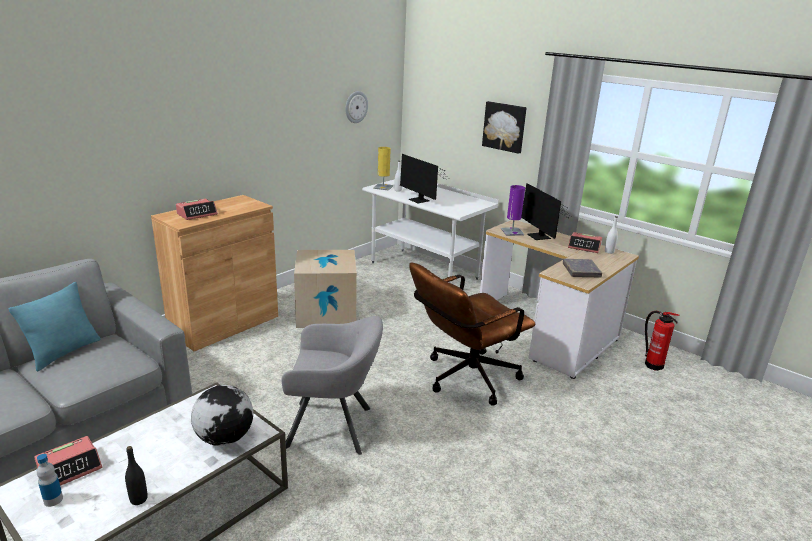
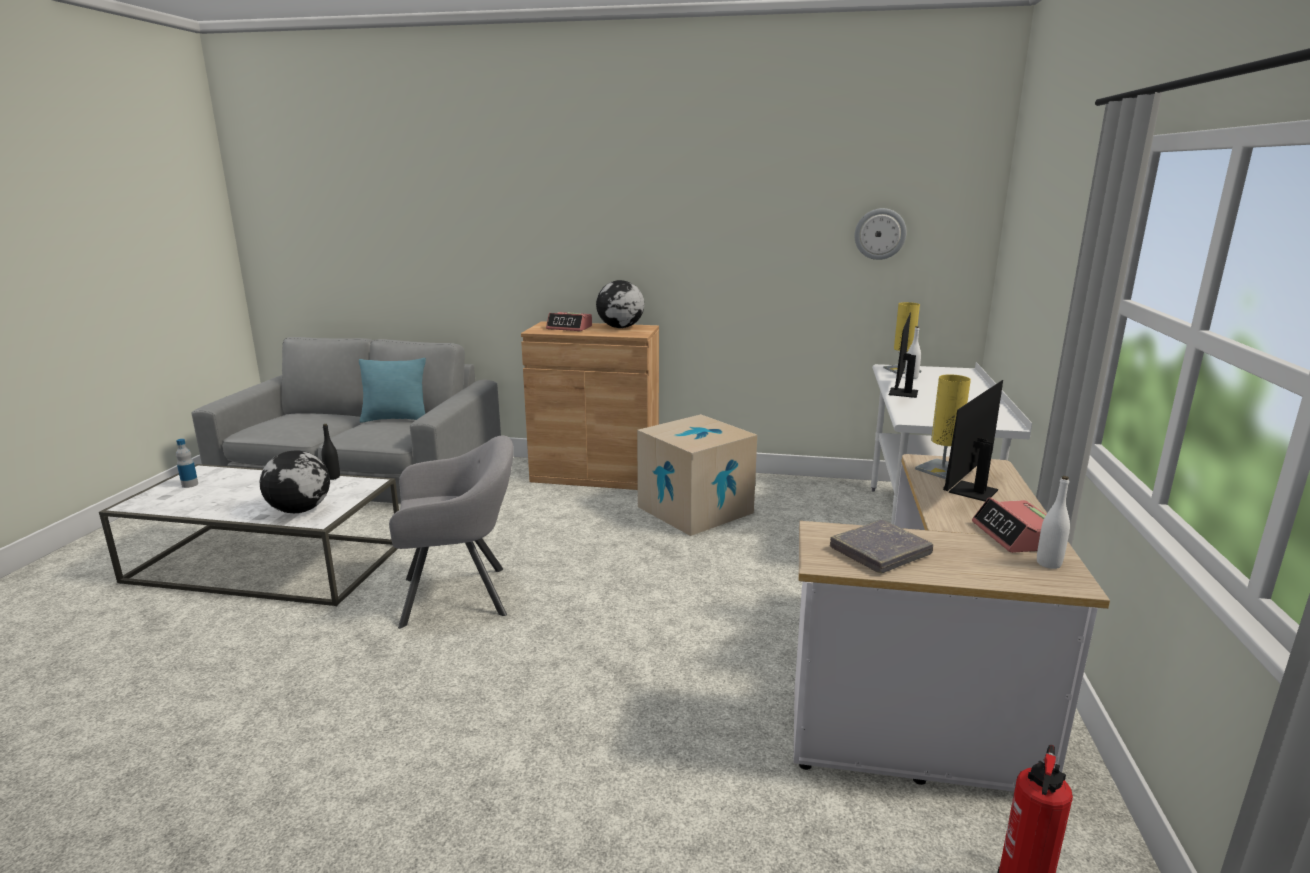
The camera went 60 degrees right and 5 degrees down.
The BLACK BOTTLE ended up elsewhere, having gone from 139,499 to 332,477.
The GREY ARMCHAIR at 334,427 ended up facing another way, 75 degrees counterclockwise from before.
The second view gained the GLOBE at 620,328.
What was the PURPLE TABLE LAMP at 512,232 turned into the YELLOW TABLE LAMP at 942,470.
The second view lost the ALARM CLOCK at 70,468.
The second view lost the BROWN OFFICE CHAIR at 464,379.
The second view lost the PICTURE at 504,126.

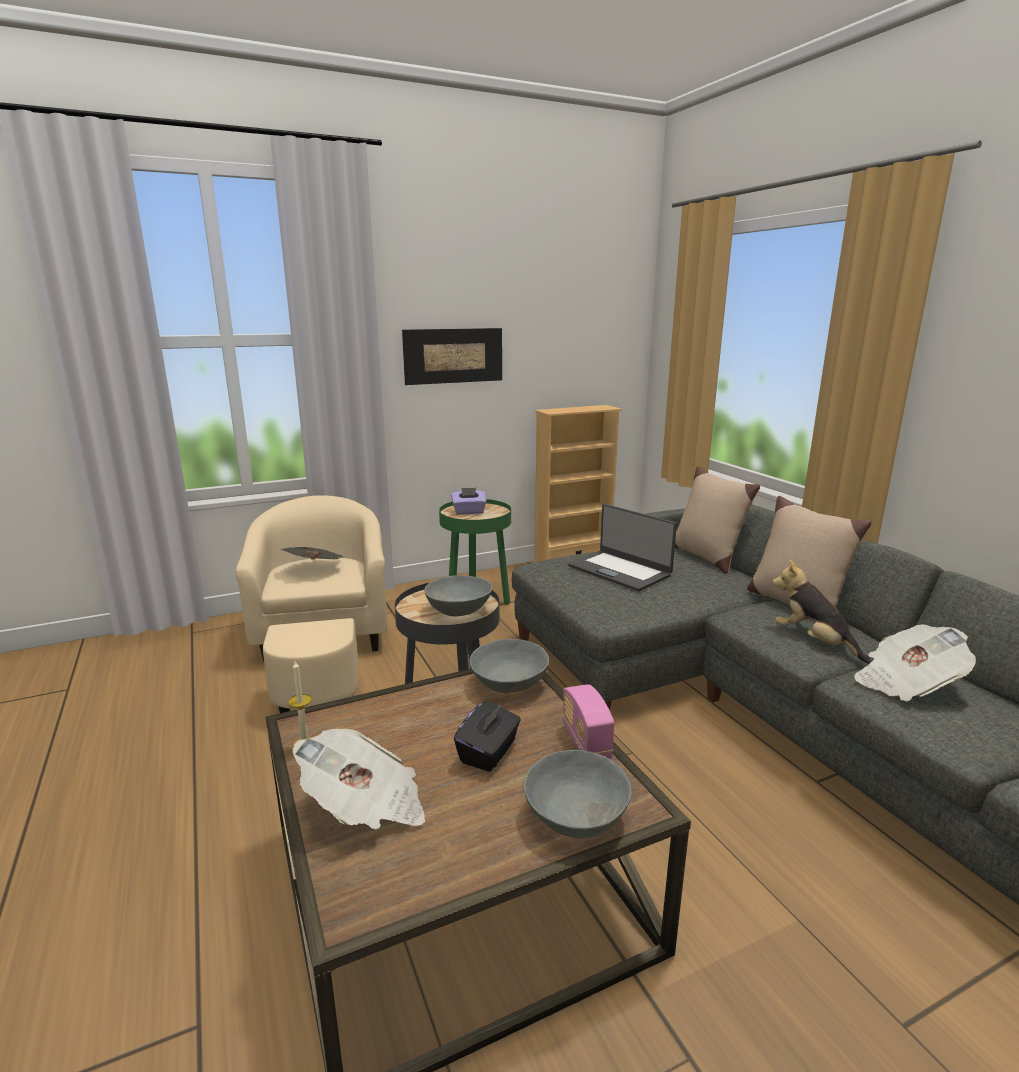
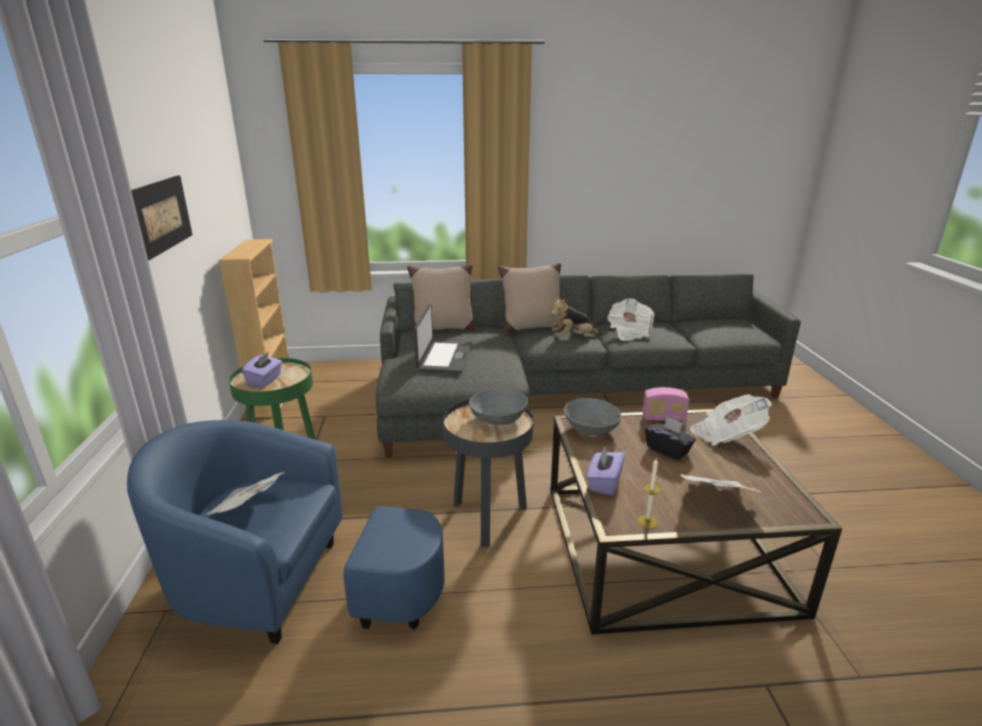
The camera went 70 degrees left and 5 degrees up.
What was the BEIGE ARMCHAIR at 323,649 turned into the BLUE ARMCHAIR at 291,587.
The LAPTOP at 620,570 ended up facing another way, 60 degrees counterclockwise from before.
The second view gained the PURPLE TISSUE BOX at 604,483.
Where the GREY BOWL stood at 575,815, the NEWSPAPER came to stand at 726,435.

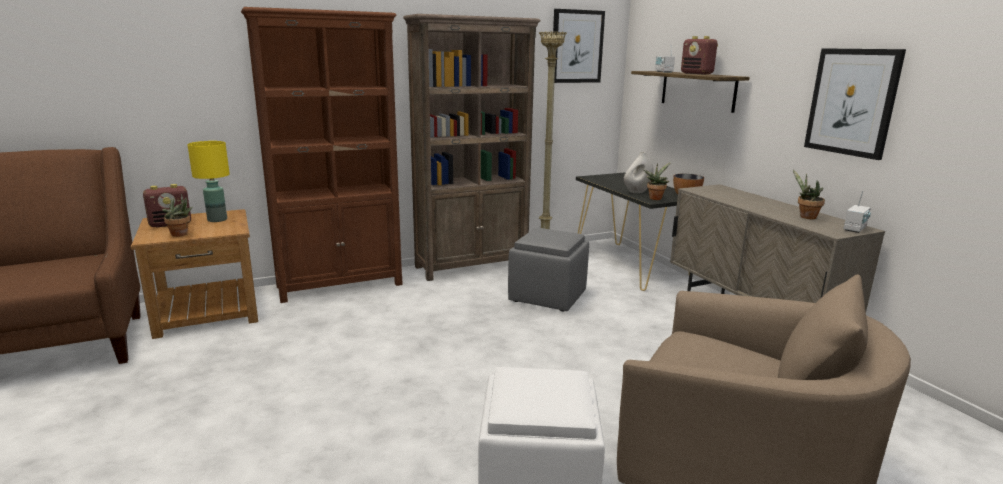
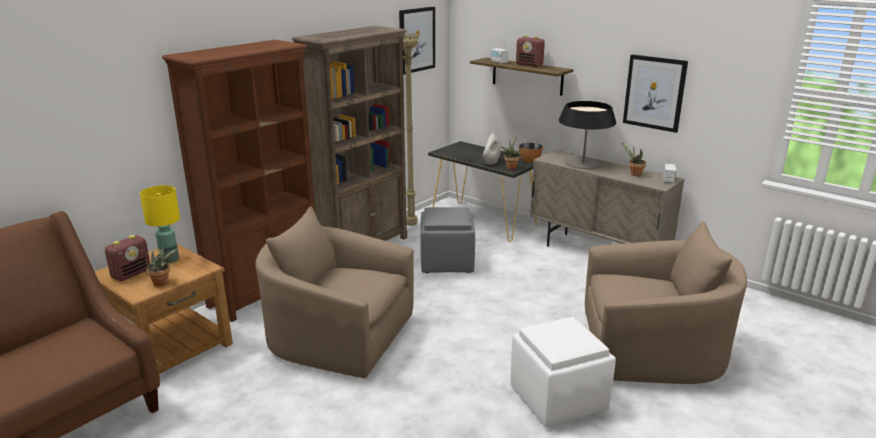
The camera went 25 degrees left and 5 degrees up.
The second view gained the BEIGE ARMCHAIR at 337,337.
The second view gained the TABLE LAMP at 583,163.

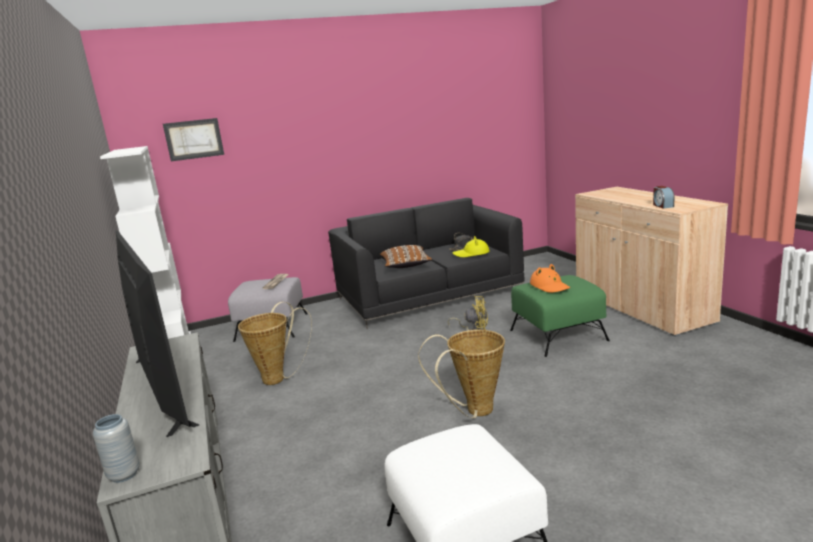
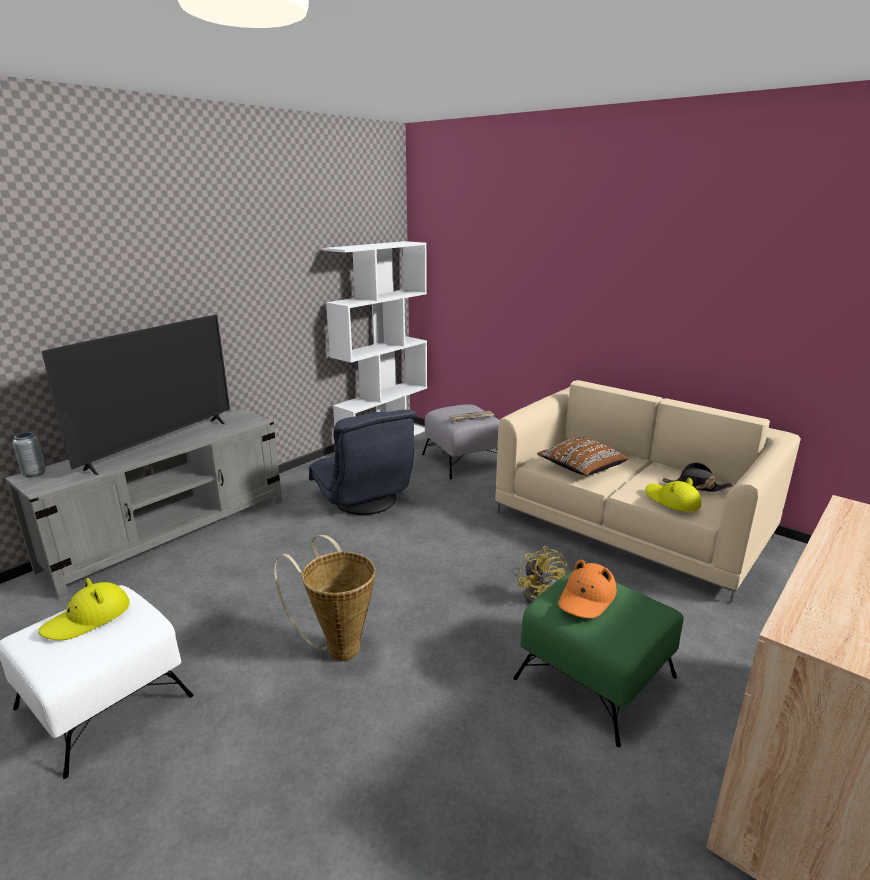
The camera went 60 degrees right and 5 degrees up.
The second view gained the YELLOW HAT at 88,618.
Where the BASKET stood at 278,378, the GREY ARMCHAIR came to stand at 364,501.
What was the BLACK SOFA at 428,295 turned into the BEIGE SOFA at 631,524.
The second view lost the PICTURE at 194,139.
The second view lost the ALARM CLOCK at 662,206.

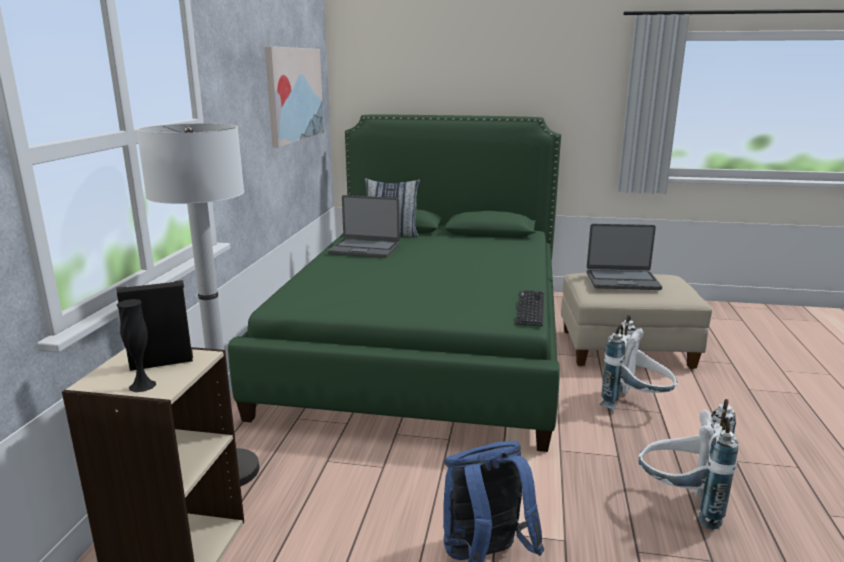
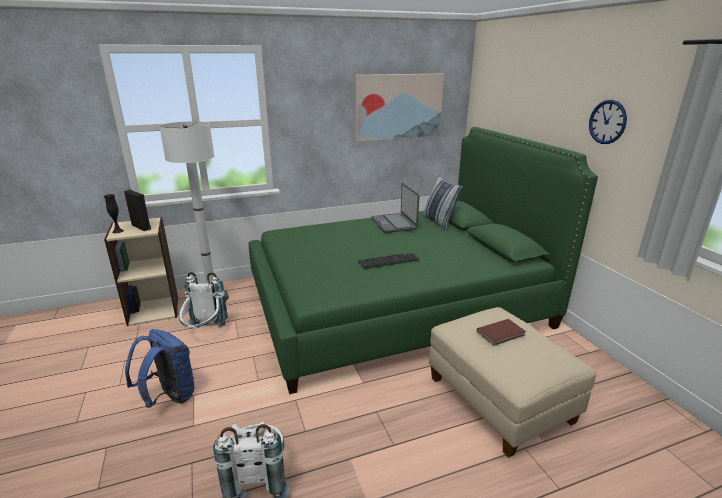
The camera went 60 degrees right and 5 degrees up.
The WHITE BACKPACK ended up elsewhere, having gone from 635,405 to 204,332.
The KEYBOARD ended up elsewhere, having gone from 530,309 to 388,261.
Where the LAPTOP stood at 622,281, the BROWN BOOK came to stand at 502,333.
The second view gained the WALL CLOCK at 607,122.

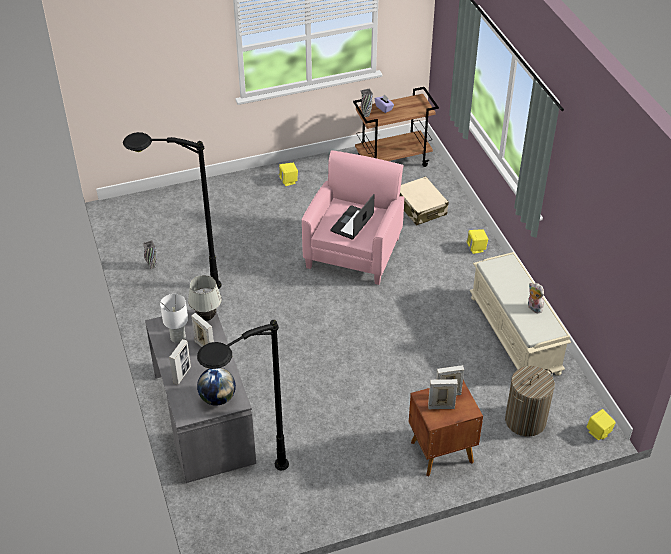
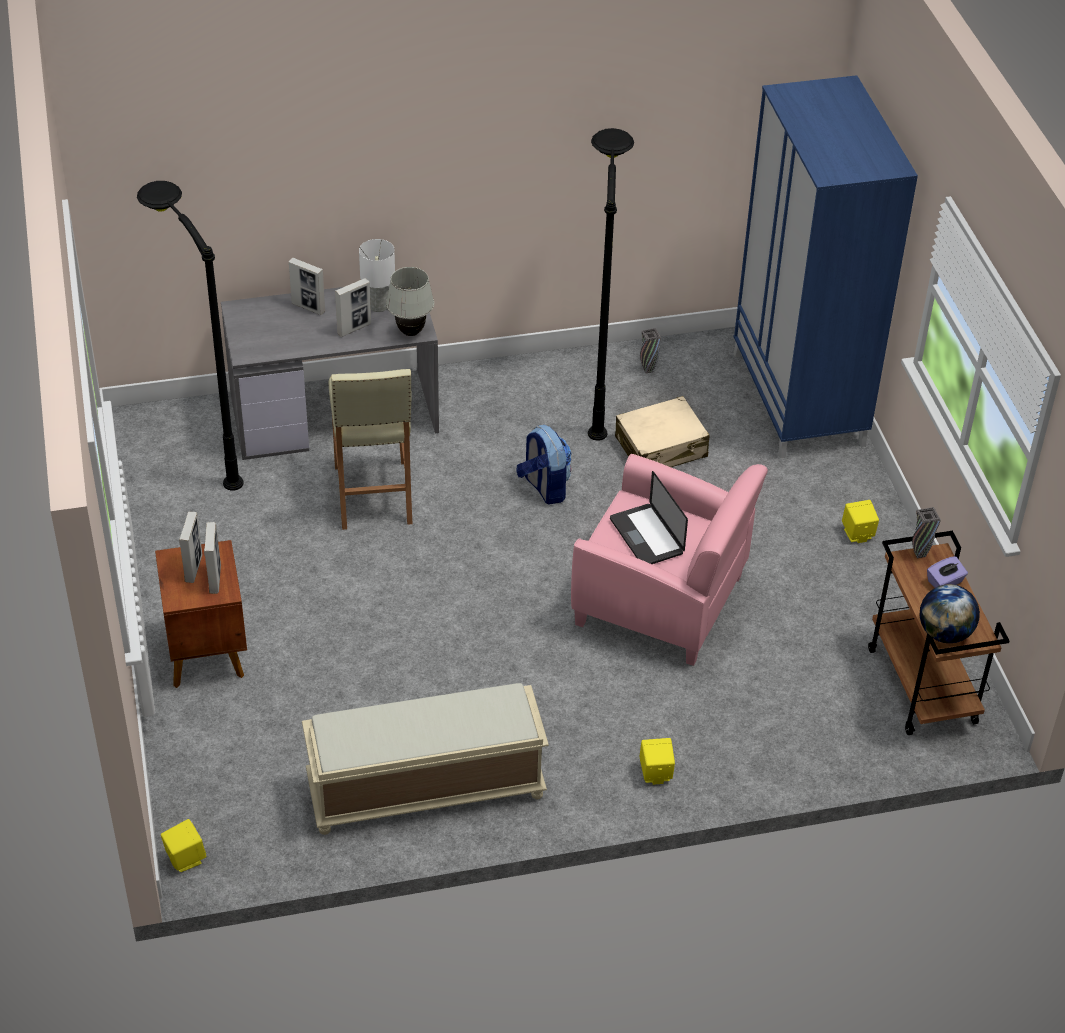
The camera went 95 degrees right and 0 degrees up.
The second view gained the BEIGE STOOL at 373,495.
The second view gained the BACKPACK at 544,488.
The LAPTOP at 352,223 ended up facing another way, 150 degrees counterclockwise from before.
The BEIGE SUITCASE ended up elsewhere, having gone from 420,207 to 661,447.
The second view gained the BLUE WARDROBE at 799,400.
The GLOBE ended up elsewhere, having gone from 217,398 to 945,633.
The second view lost the LAUNDRY BASKET at 525,420.
The second view lost the PLUSH TOY at 533,308.

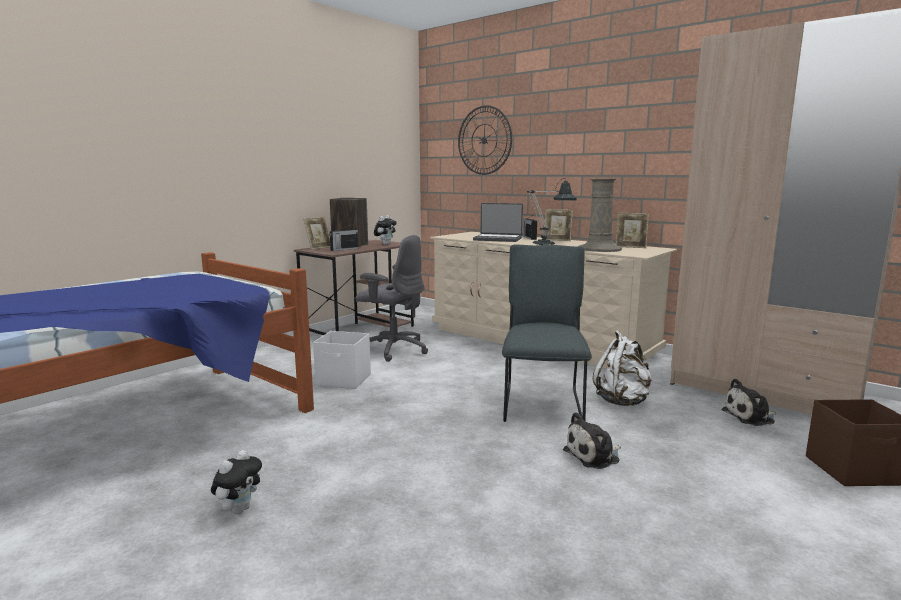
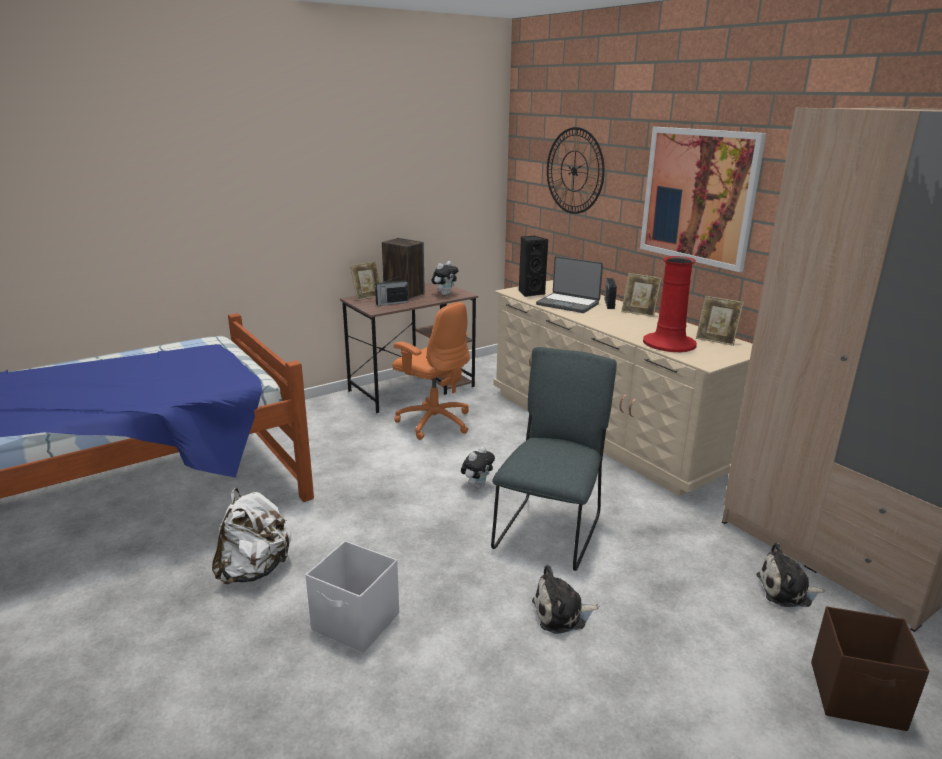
The camera went 15 degrees right and 10 degrees up.
The WHITE BACKPACK ended up elsewhere, having gone from 622,401 to 255,570.
The WHITE STORAGE BOX ended up elsewhere, having gone from 344,380 to 356,622.
What was the GREY OFFICE CHAIR at 393,349 turned into the ORANGE OFFICE CHAIR at 434,422.
The PLUSH TOY ended up elsewhere, having gone from 239,509 to 477,485.
The second view gained the BLACK SPEAKER at 530,293.
The second view gained the PICTURE at 698,196.
What was the BEIGE VASE at 600,249 turned into the RED VASE at 669,344.
The second view lost the TABLE LAMP at 548,244.

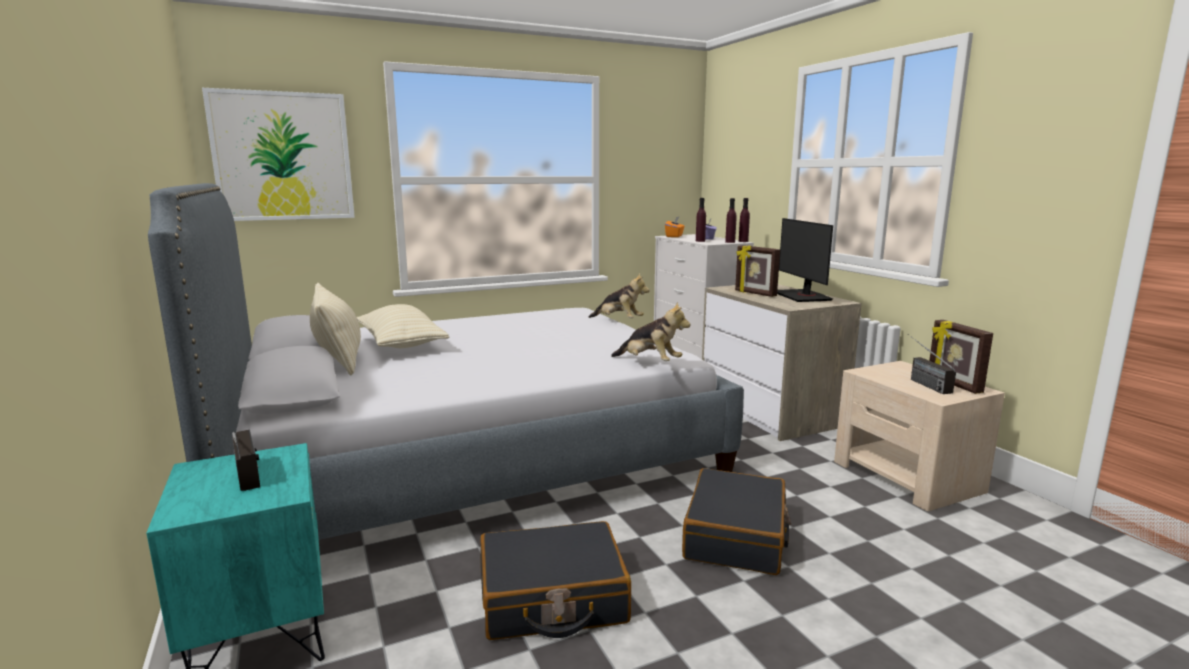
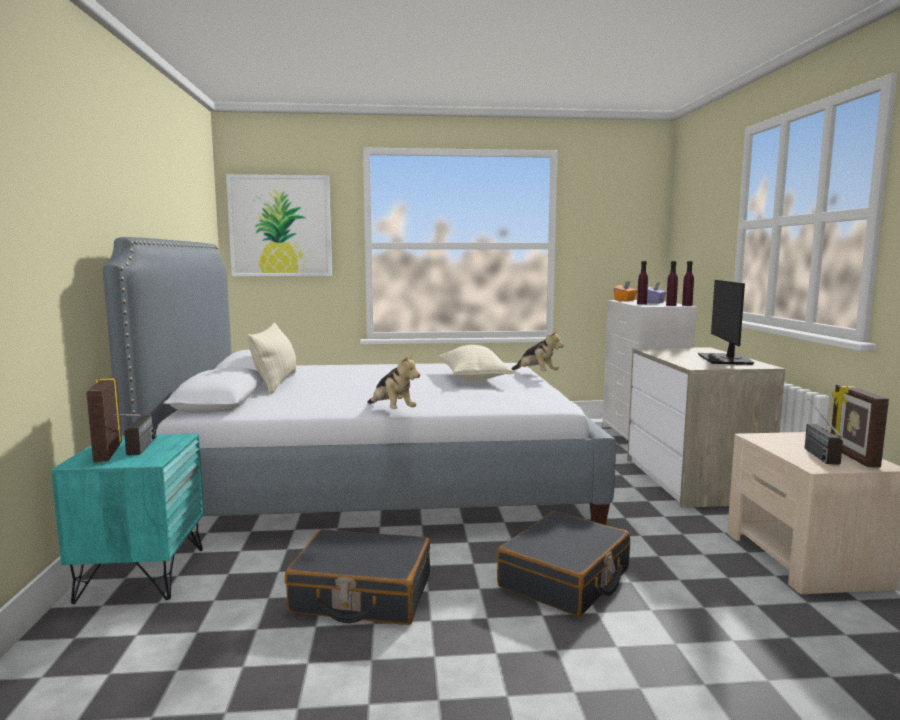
The camera went 20 degrees right and 5 degrees down.
The PICTURE FRAME ended up elsewhere, having gone from 754,293 to 107,452.
The PLUSH TOY ended up elsewhere, having gone from 650,362 to 391,411.
The BEIGE PILLOW ended up elsewhere, having gone from 401,344 to 473,378.

